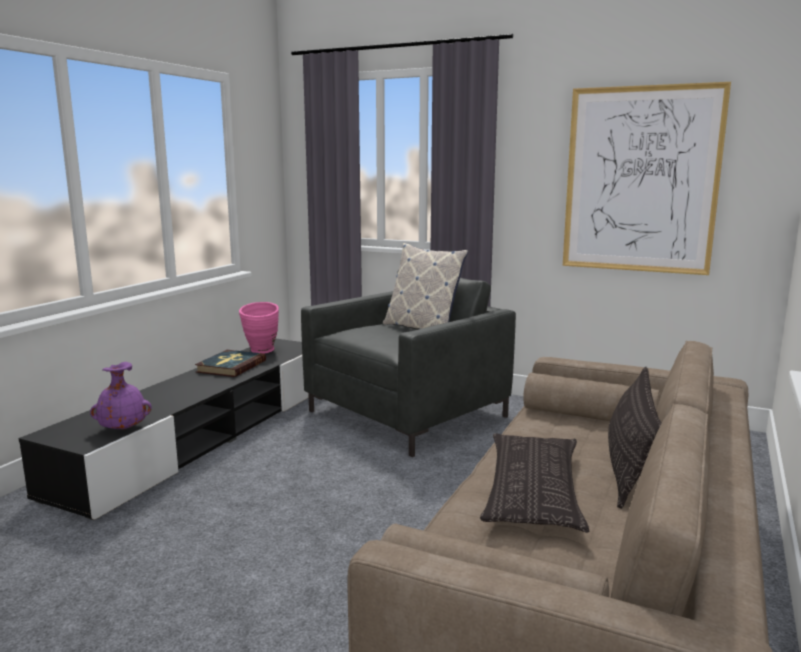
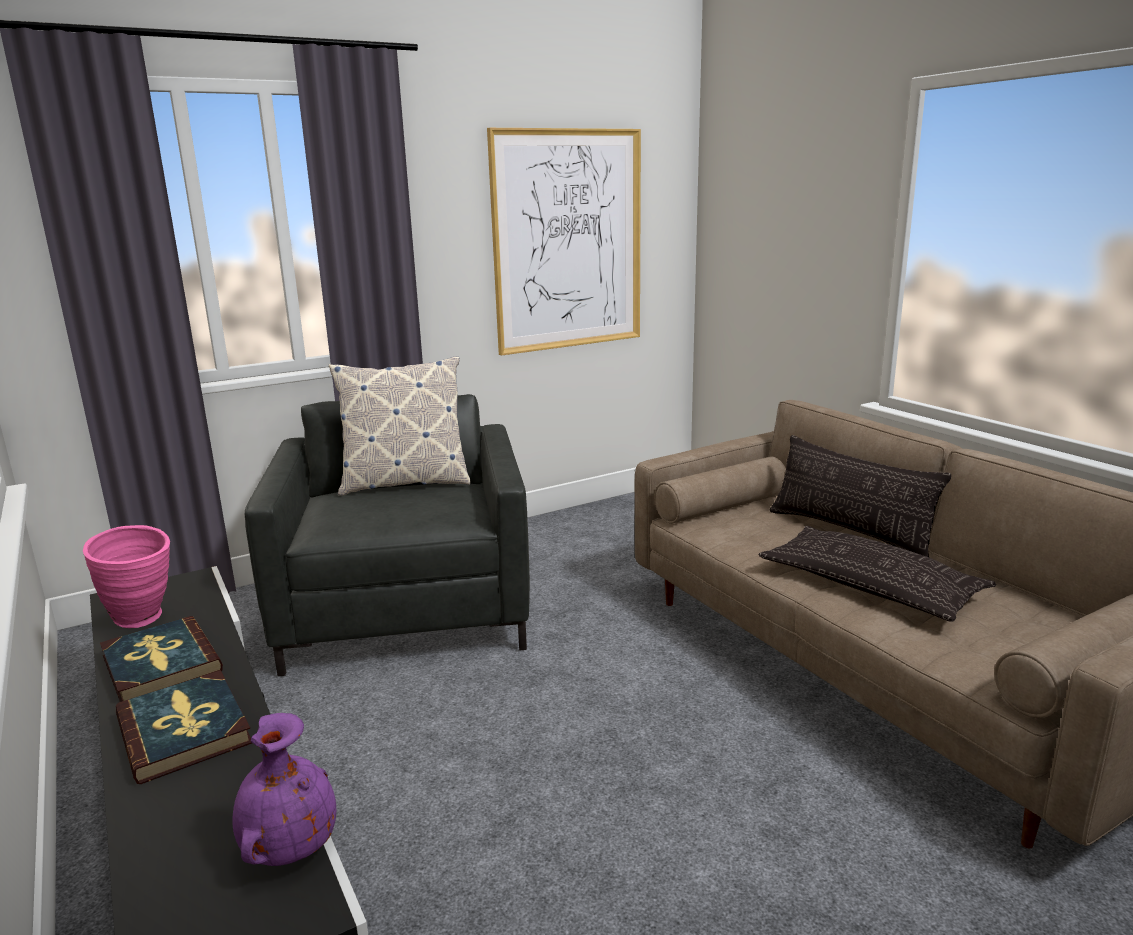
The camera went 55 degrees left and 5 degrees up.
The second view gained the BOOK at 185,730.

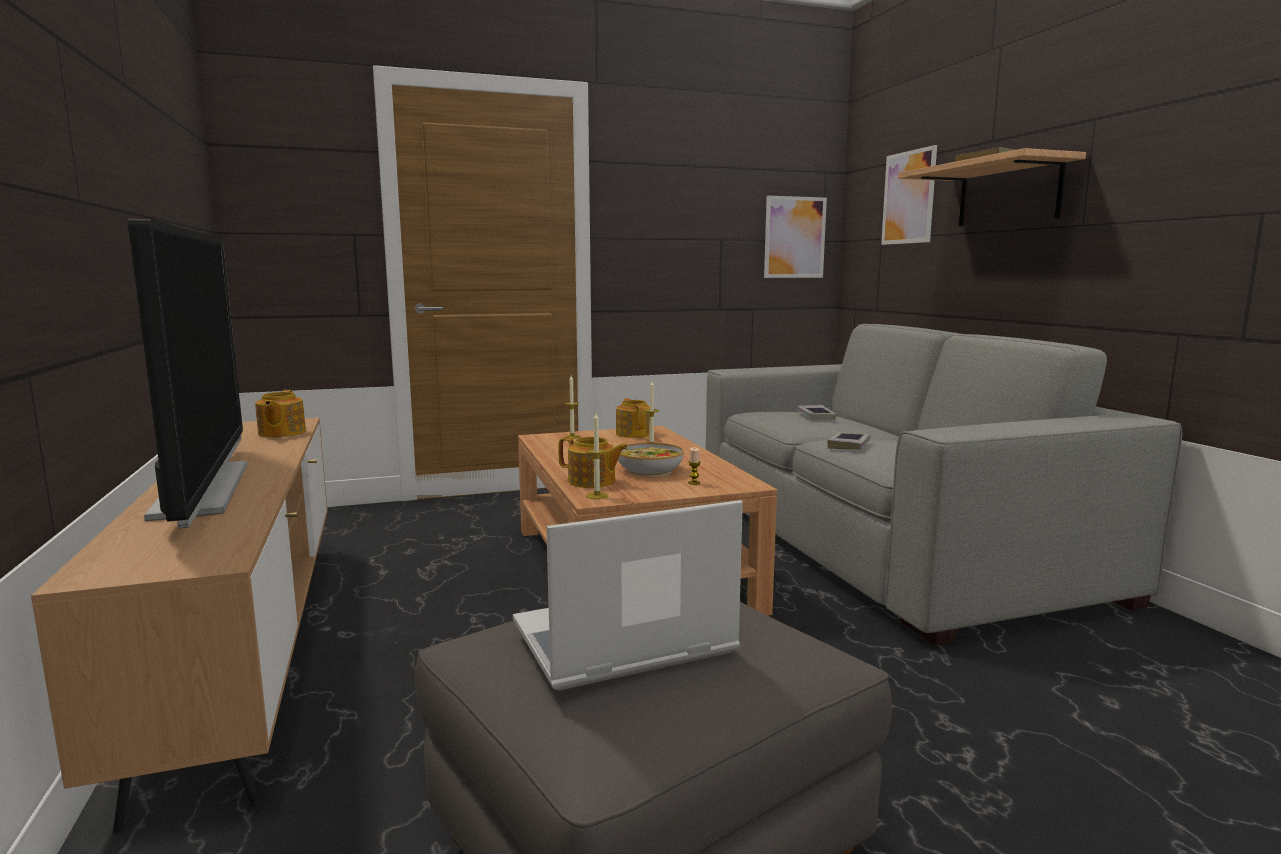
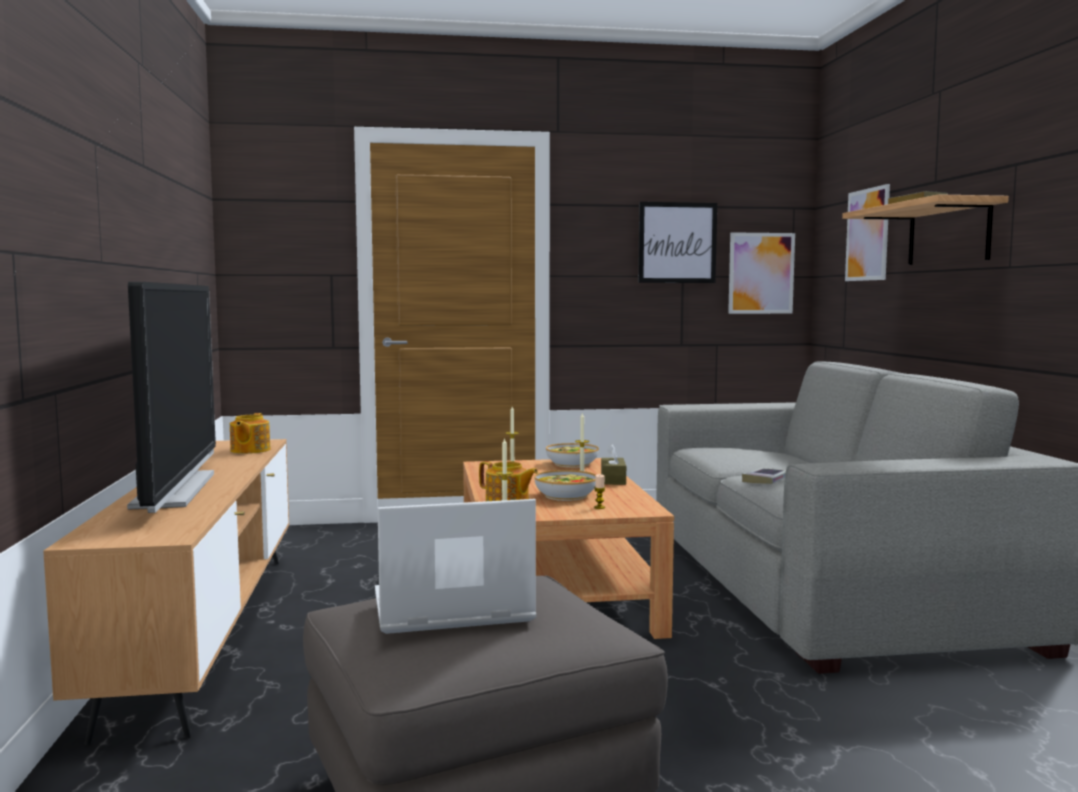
The camera went 10 degrees right and 5 degrees down.
Where the TEAPOT stood at 634,434, the BOWL came to stand at 572,464.
The second view gained the BROWN TISSUE BOX at 613,480.
The second view gained the PICTURE at 677,242.
The second view lost the BOOK at 815,416.

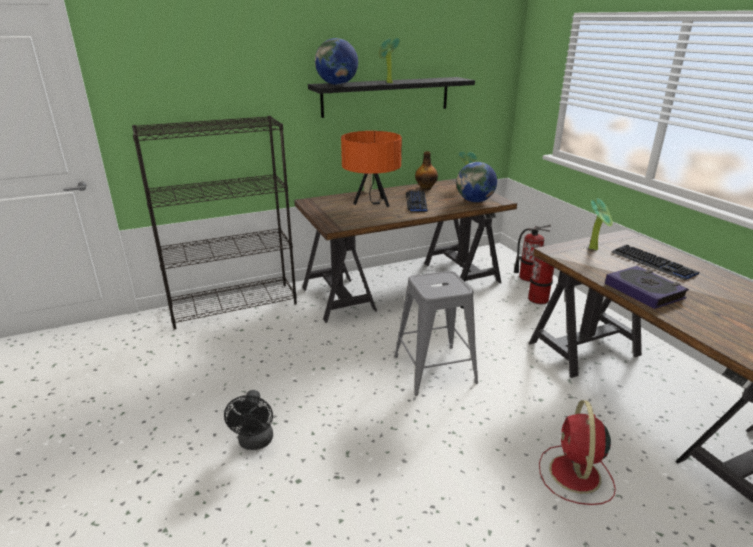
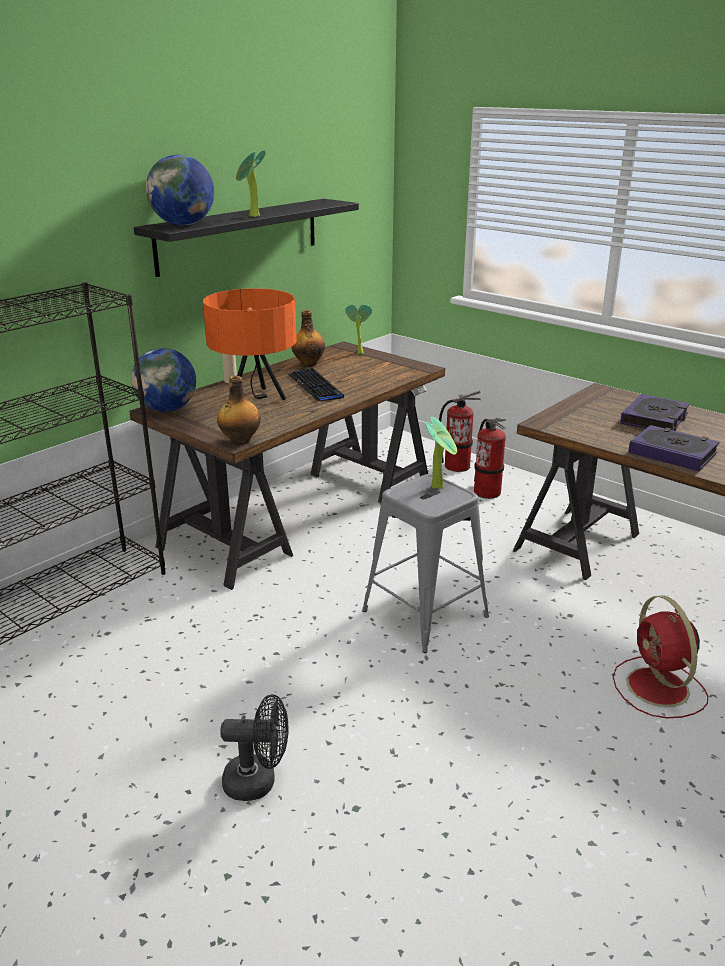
The camera went 25 degrees left and 0 degrees up.
The GLOBE ended up elsewhere, having gone from 475,201 to 167,409.
The second view gained the BOTTLE at 240,441.
The BLACK FAN at 255,442 ended up facing another way, 60 degrees counterclockwise from before.
The POTTED PLANT ended up elsewhere, having gone from 595,248 to 439,486.
Where the KEYBOARD stood at 653,263, the BOOK came to stand at 654,419.

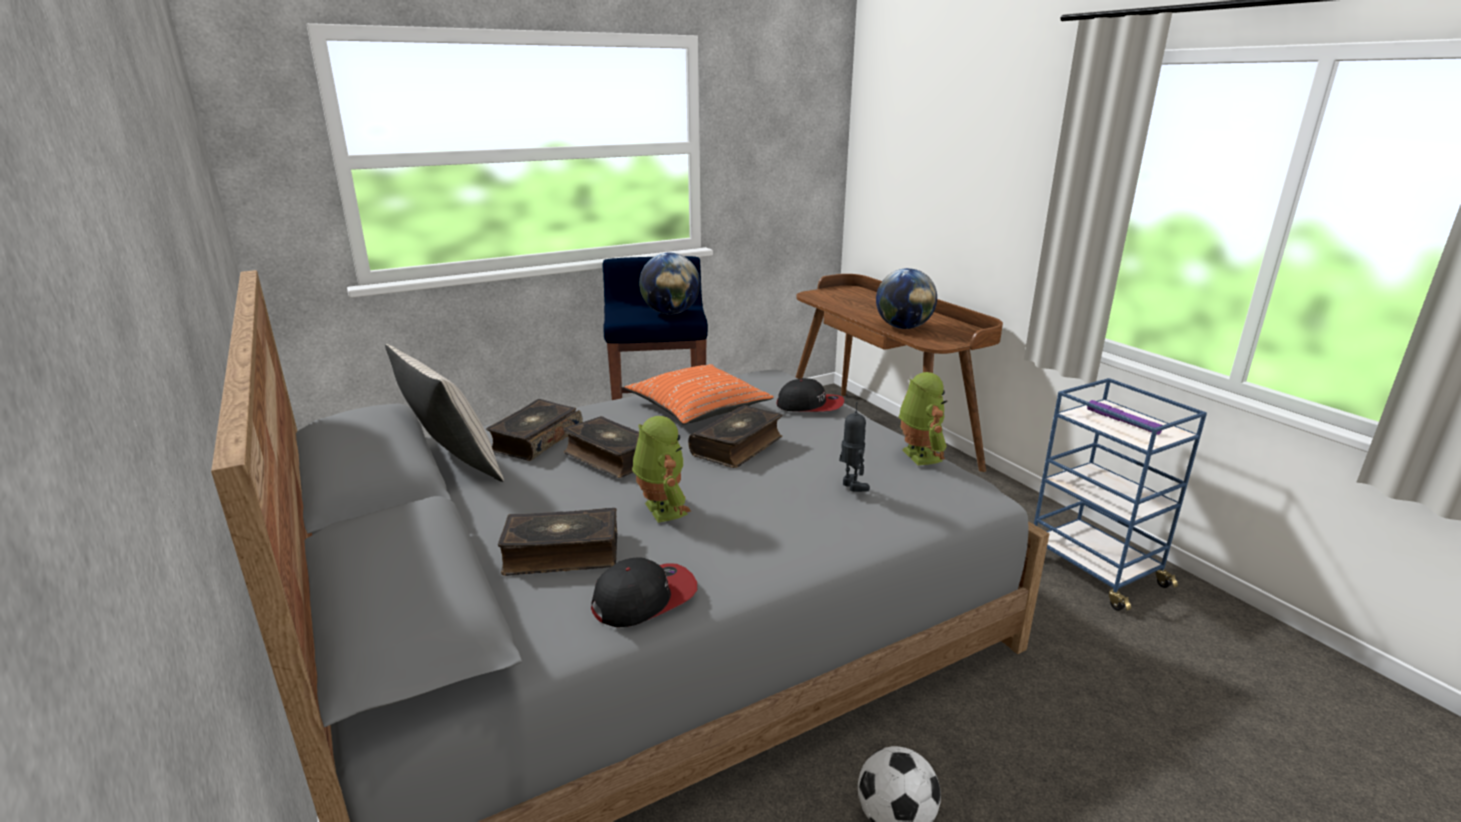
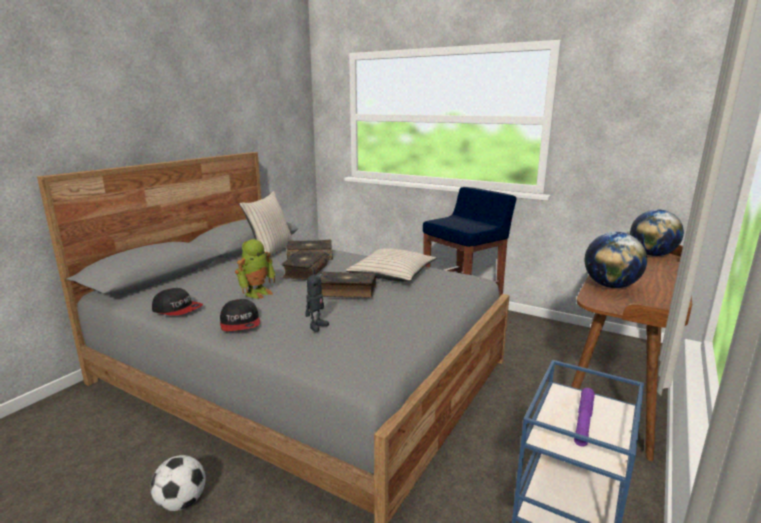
The camera went 60 degrees right and 5 degrees down.
The CAP ended up elsewhere, having gone from 810,405 to 240,323.
What was the ORANGE PILLOW at 698,407 turned into the BEIGE PILLOW at 392,274.
The GLOBE ended up elsewhere, having gone from 670,313 to 651,255.
The second view lost the BOOK at 561,553.
The second view lost the TOY ROBOT at 917,456.

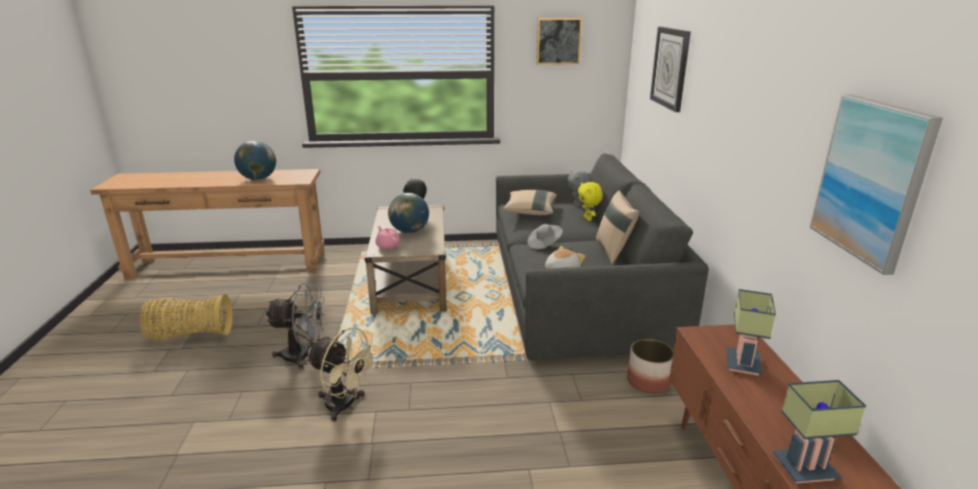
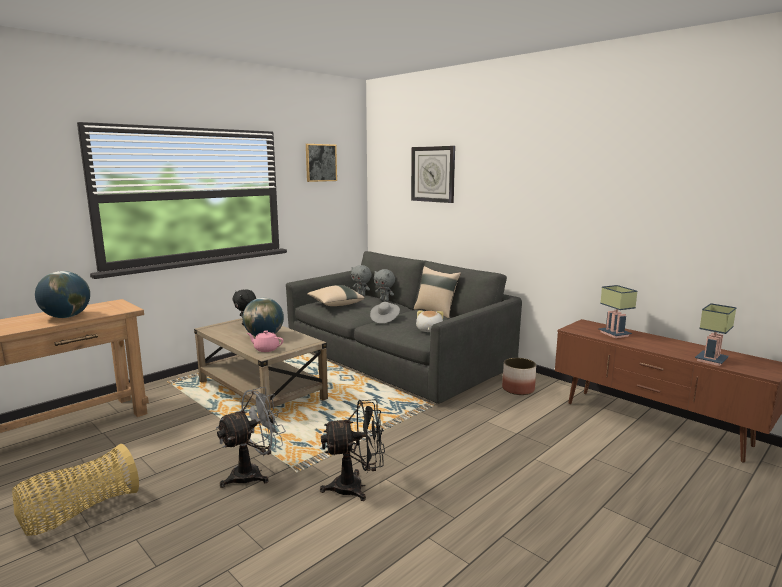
The camera went 40 degrees left and 10 degrees down.
What was the BEIGE FAN at 346,406 turned into the BLACK FAN at 356,487.
What was the YELLOW PLUSH TOY at 588,219 turned into the GREY PLUSH TOY at 384,300.
The second view lost the PICTURE at 871,180.

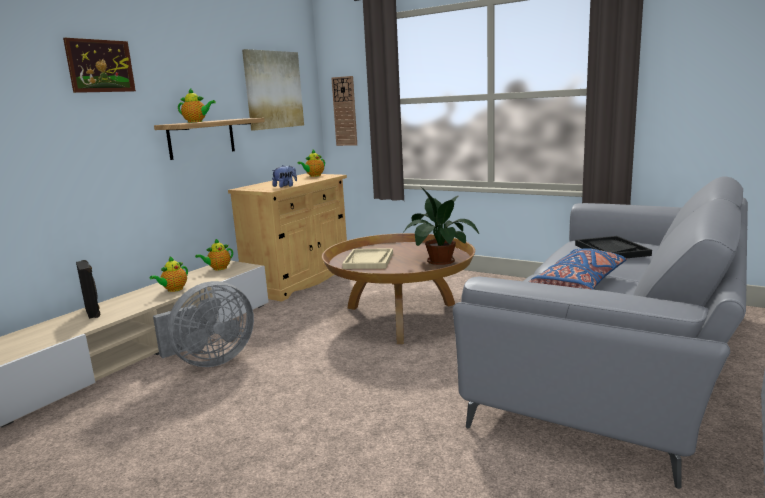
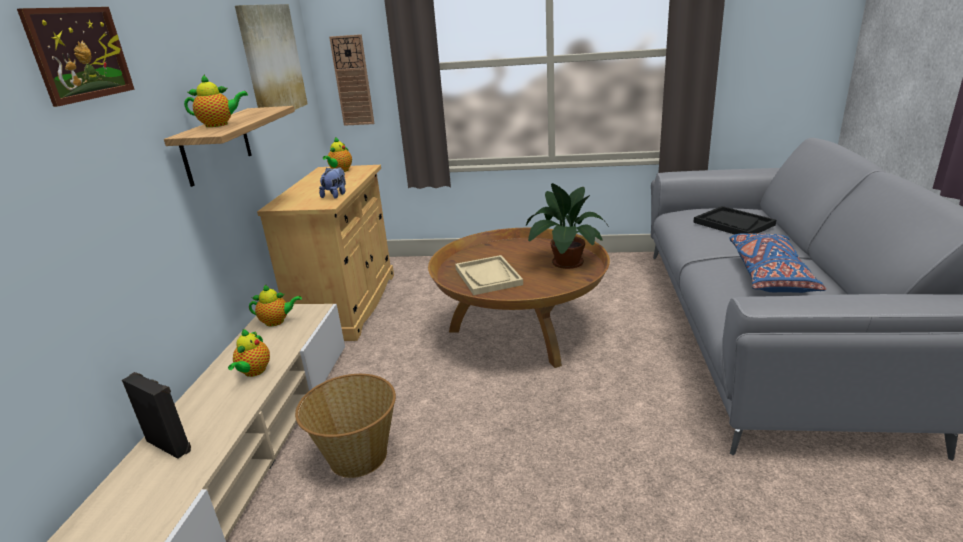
The camera went 25 degrees left and 10 degrees up.
The TEAPOT at 218,268 ended up facing another way, 120 degrees counterclockwise from before.
Where the GREY FAN stood at 209,361, the BASKET came to stand at 357,456.

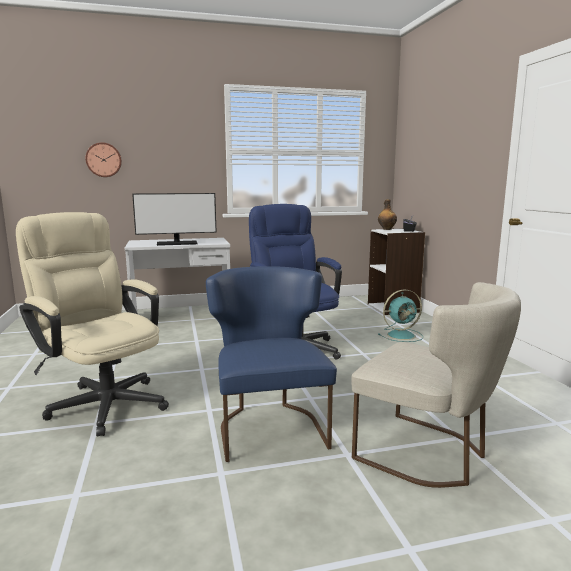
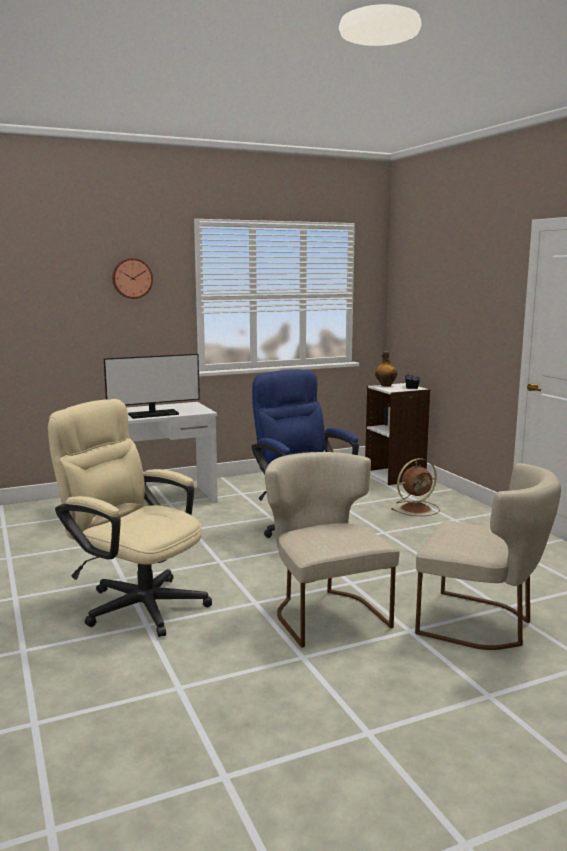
The camera went 10 degrees left and 0 degrees up.
The WALL CLOCK ended up elsewhere, having gone from 104,160 to 132,278.
What was the BLUE CHAIR at 269,426 turned into the BEIGE CHAIR at 325,613.
What was the TURQUOISE FAN at 402,335 turned into the BROWN FAN at 417,508.

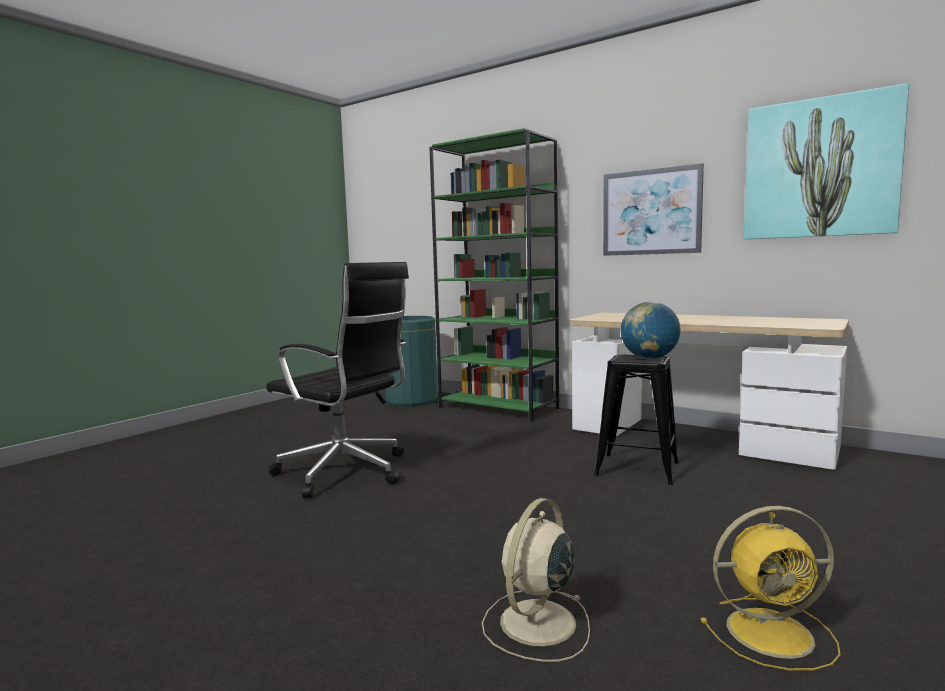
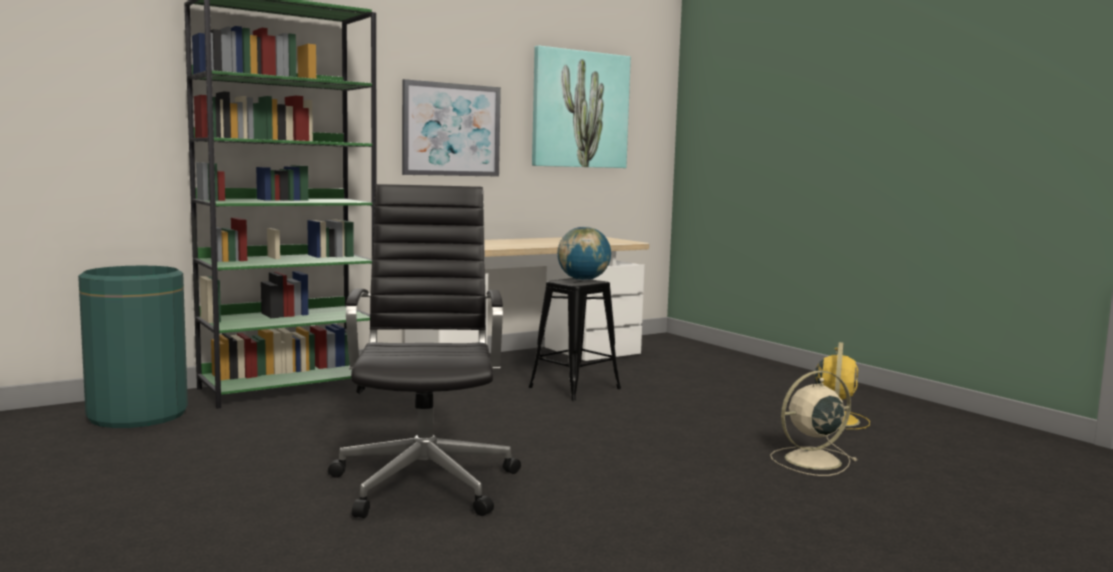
The camera went 70 degrees left and 0 degrees up.
The BLACK OFFICE CHAIR at 346,472 ended up facing another way, 60 degrees counterclockwise from before.
The BEIGE FAN at 536,624 ended up facing another way, 105 degrees clockwise from before.

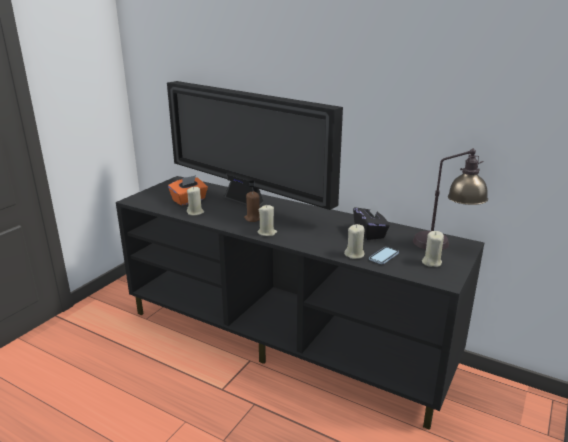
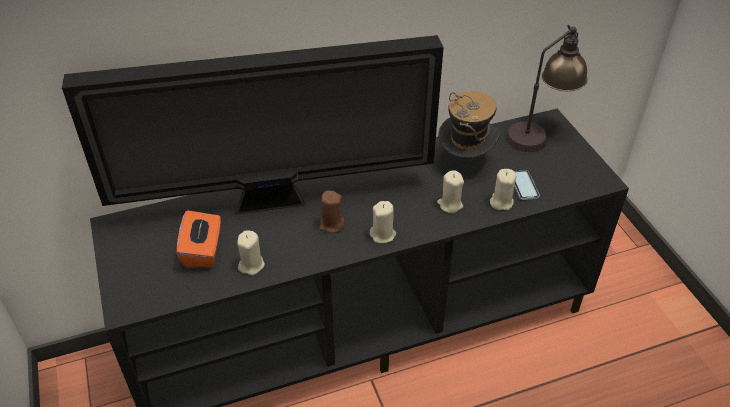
The camera went 50 degrees left and 20 degrees up.
The BEIGE CANDLE ended up elsewhere, having gone from 431,262 to 450,204.
Where the BLACK TISSUE BOX stood at 370,232, the HAT came to stand at 465,161.

